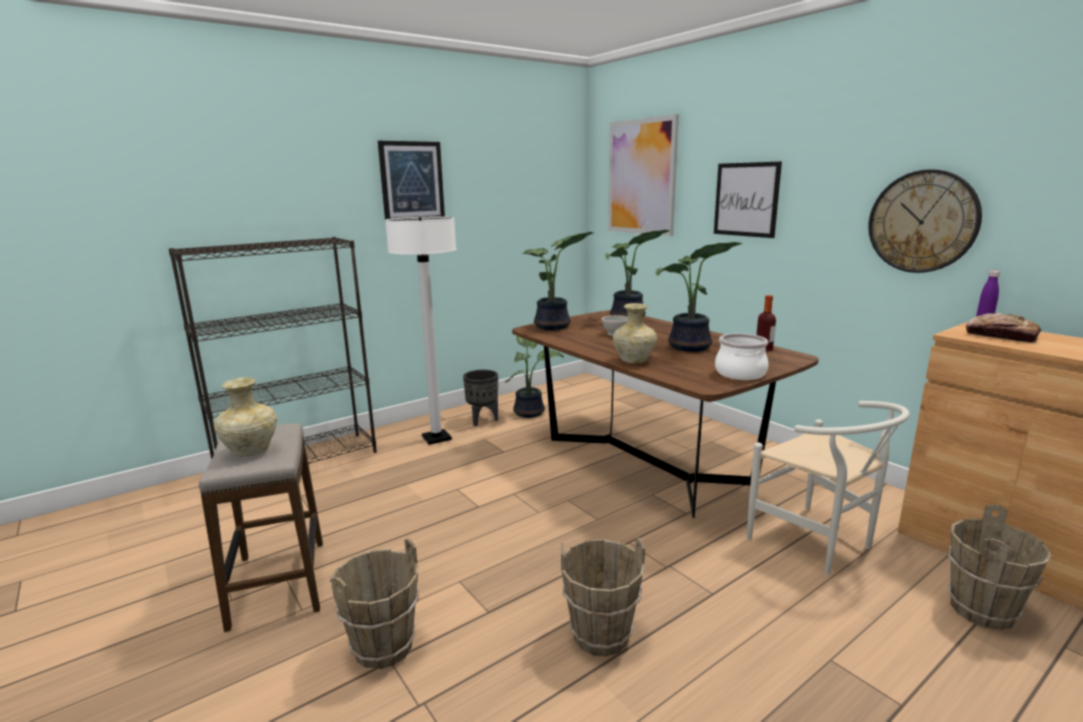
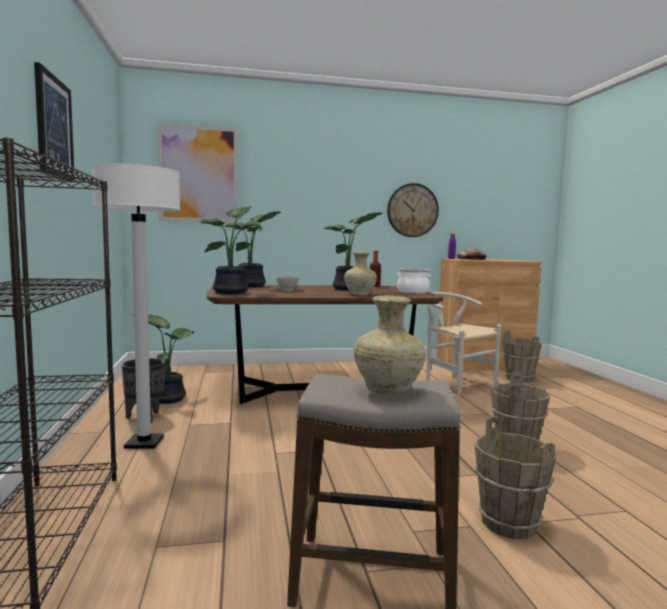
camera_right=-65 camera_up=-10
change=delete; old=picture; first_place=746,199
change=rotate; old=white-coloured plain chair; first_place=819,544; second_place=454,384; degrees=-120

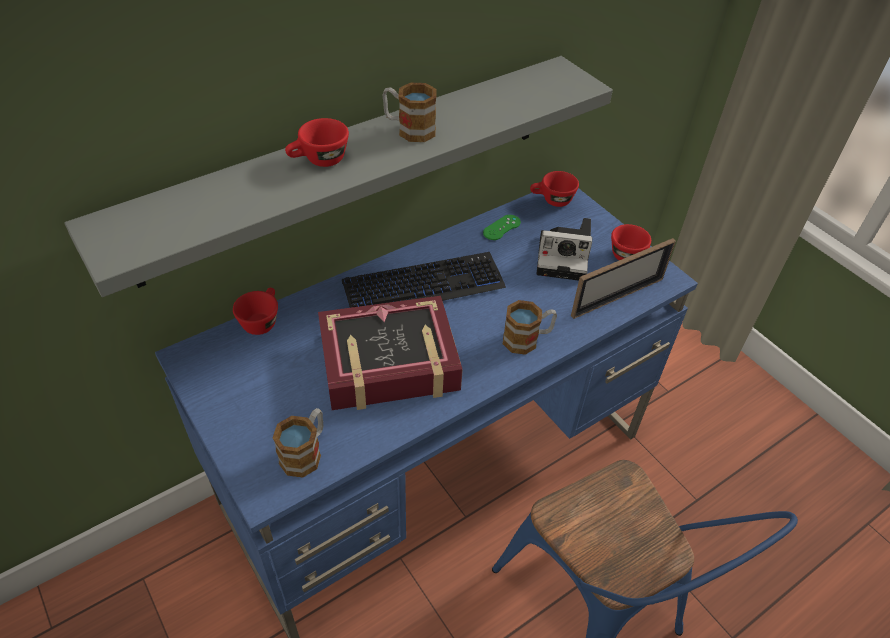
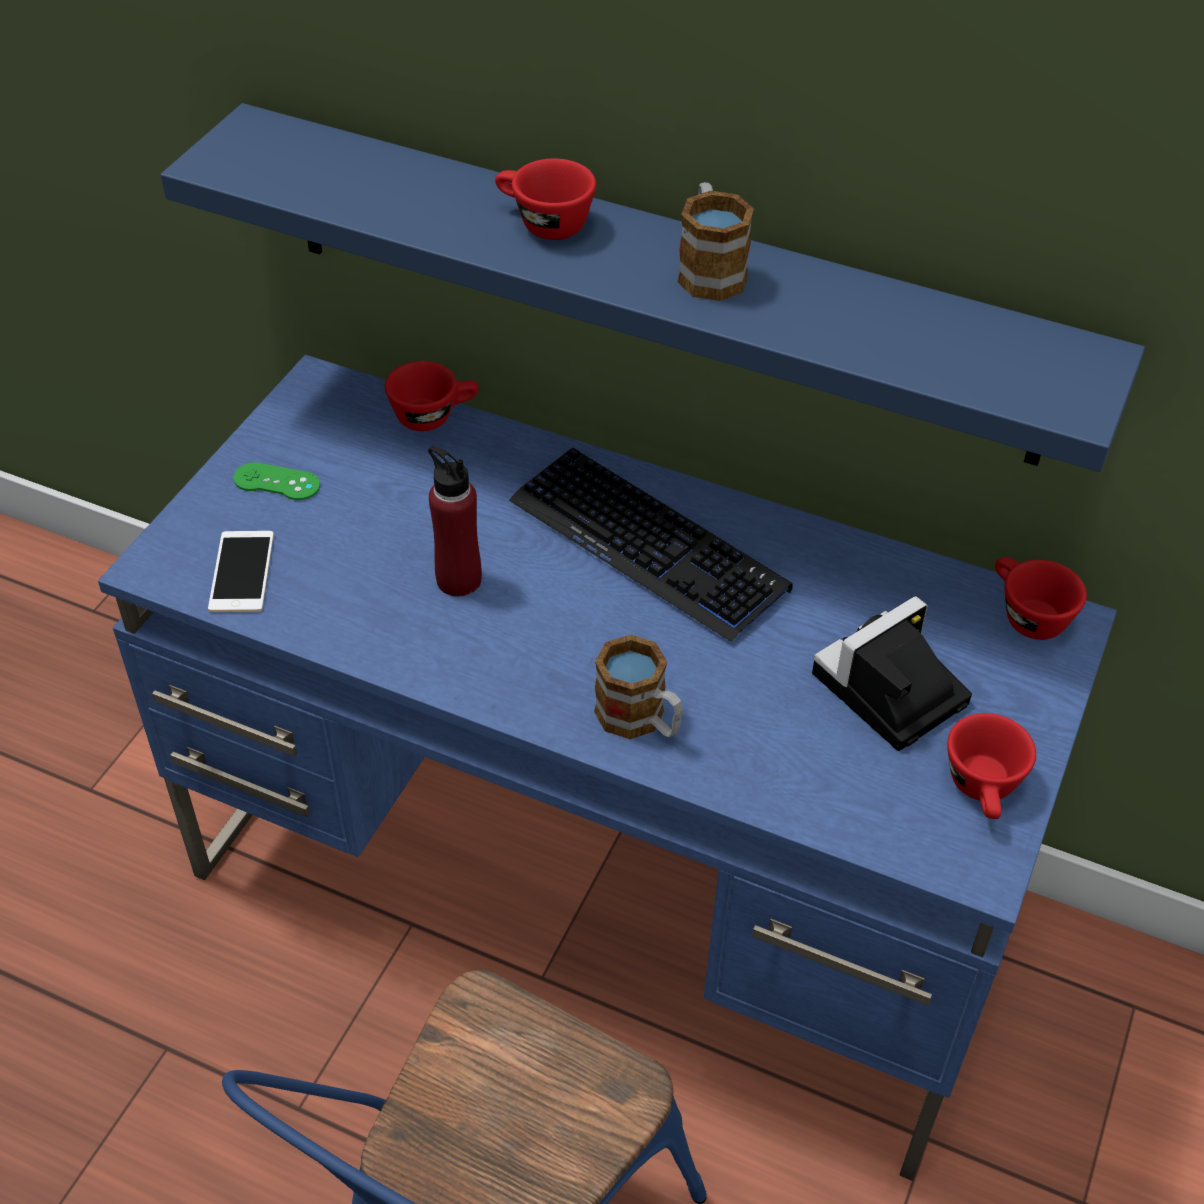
camera_right=60 camera_up=0
change=recolor; old=gray wall shelf; new=bluish wall shelf; first_place=352,166; second_place=654,283
change=move; old=green-coloured joypad; first_place=502,227; second_place=277,482
change=rotate; old=still camera; first_place=564,257; second_place=887,692; degrees=75
change=delete; old=photo frame; first_place=617,297
change=replace; old=bound book; new=reddish drink bottle; first_place=389,363; second_place=458,580
change=replace; old=tea mug; new=phone; first_place=305,452; second_place=242,572

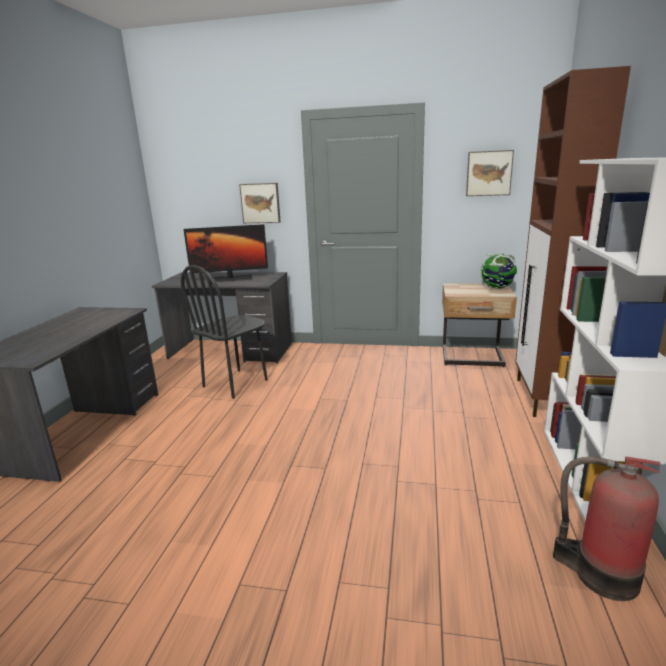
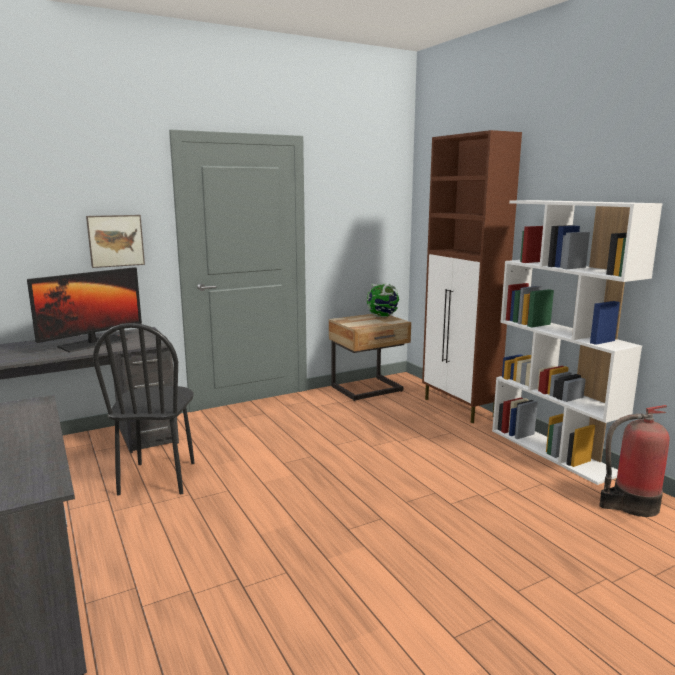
camera_right=-40 camera_up=-5
change=delete; old=picture; first_place=488,173

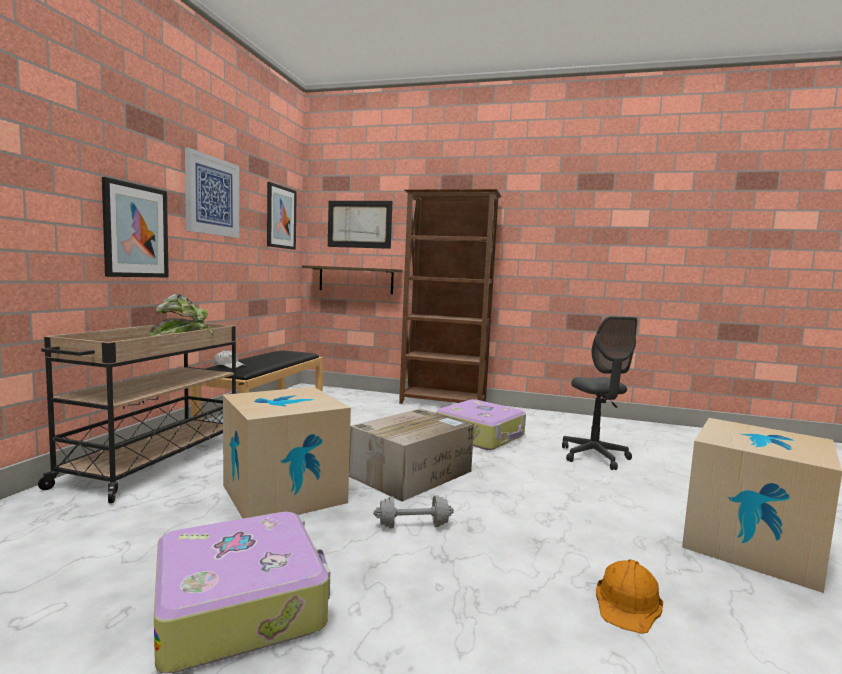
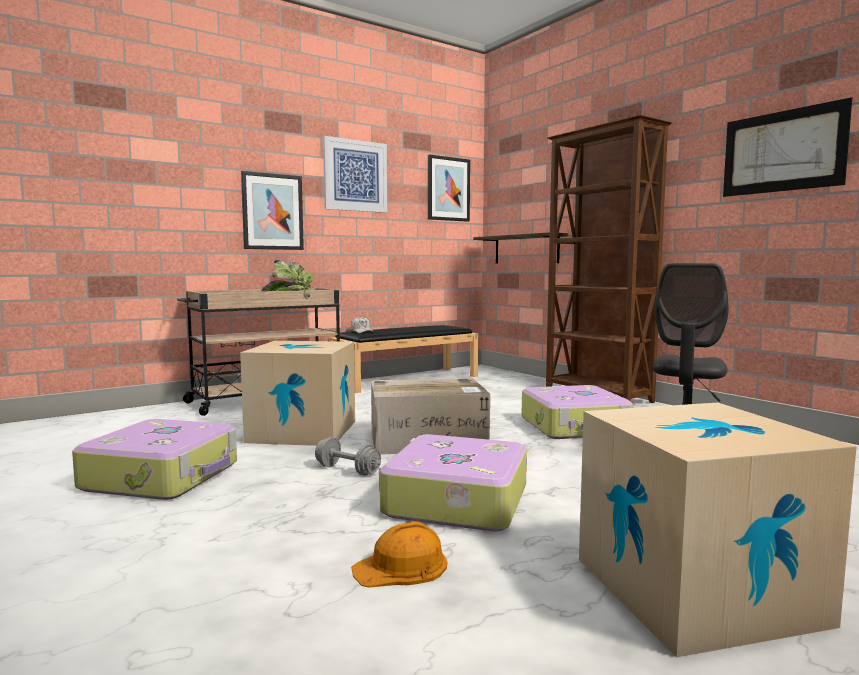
camera_right=40 camera_up=0
change=move; old=picture; first_place=359,224; second_place=782,151
change=insert; new=piece of luggage; second_place=454,501

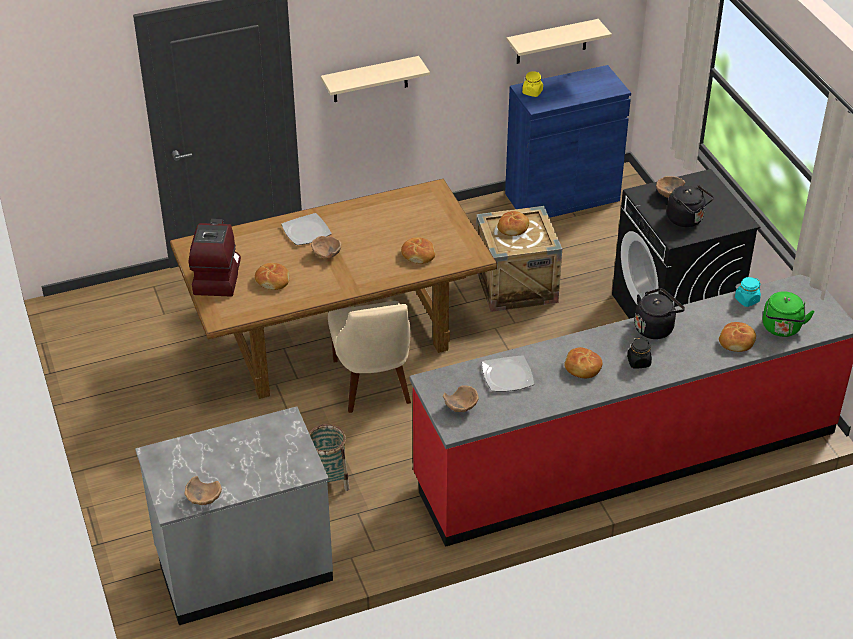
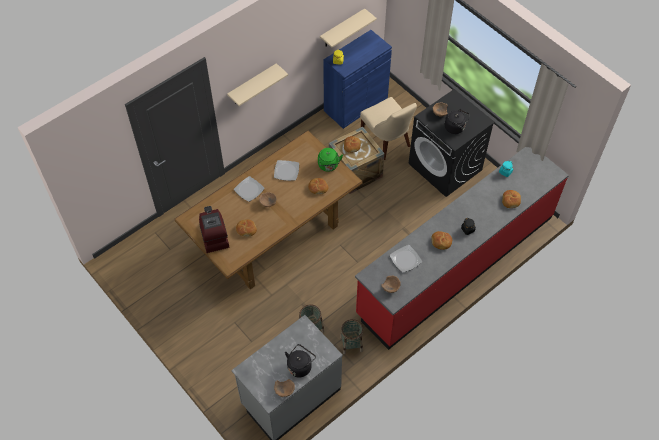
camera_right=-20 camera_up=15
change=move; old=black-coloured tea kettle; first_place=655,327; second_place=300,366
change=move; old=green-coloured tea kettle; first_place=781,329; second_place=328,166
change=move; old=beige-coloured plain chair; first_place=373,384; second_place=386,141
change=insert; new=dinner plate; second_place=286,171
change=insert; new=basket; second_place=351,344

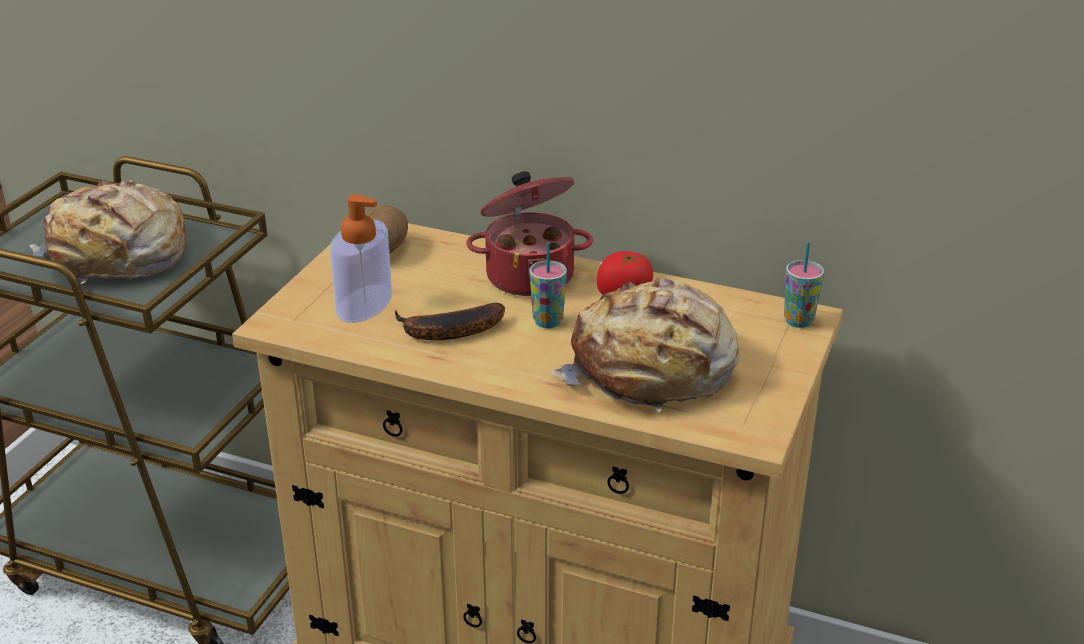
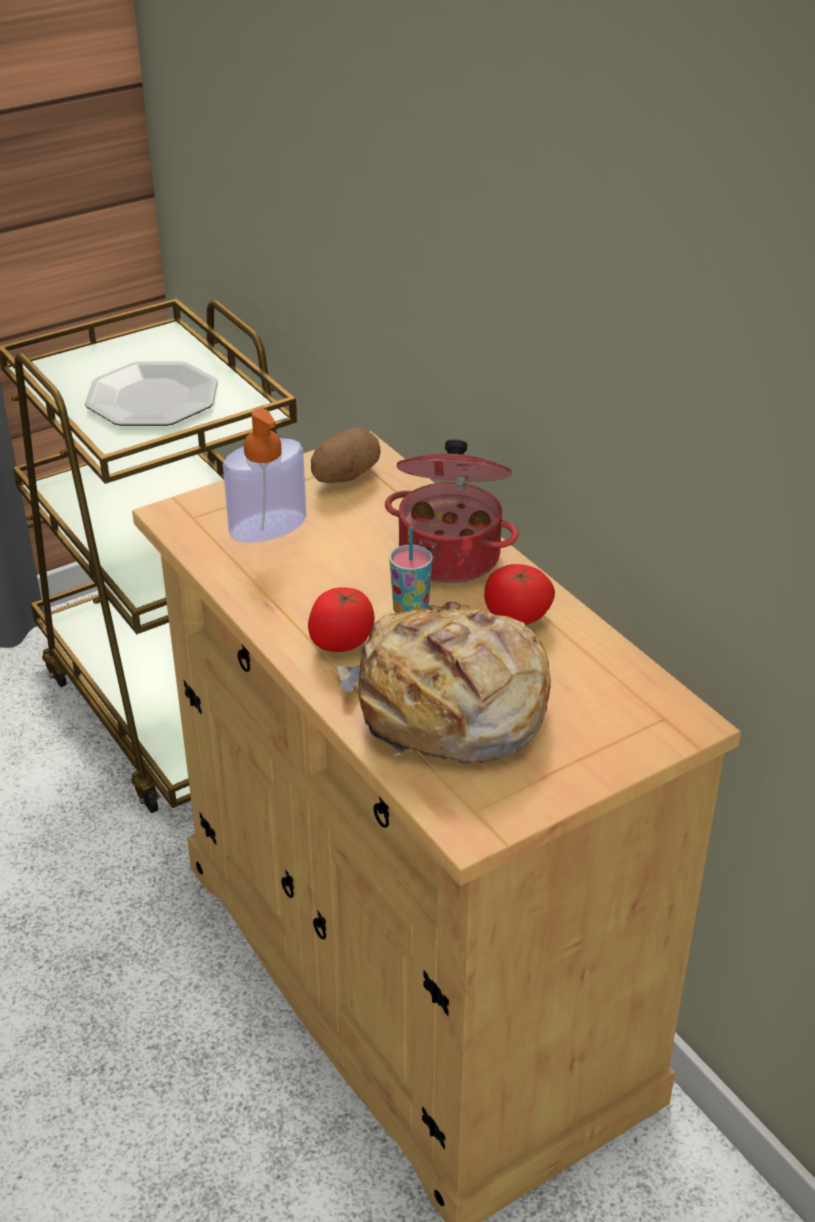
camera_right=35 camera_up=5
change=replace; old=bakery bread; new=dinner plate; first_place=118,256; second_place=152,398
change=delete; old=cup; first_place=798,321
change=delete; old=whole banana; first_place=446,332
change=insert; new=fresh tomato; second_place=341,641

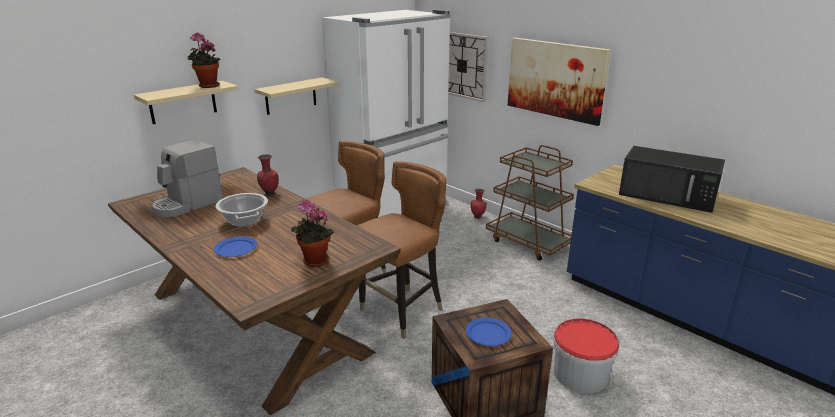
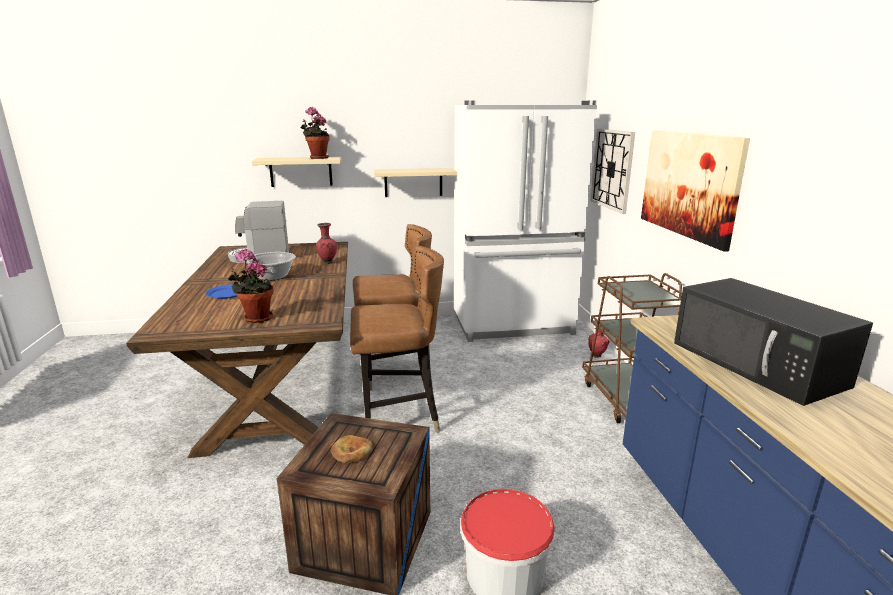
camera_right=35 camera_up=-5
change=replace; old=bluish dinner plate; new=bakery bread; first_place=488,334; second_place=351,452

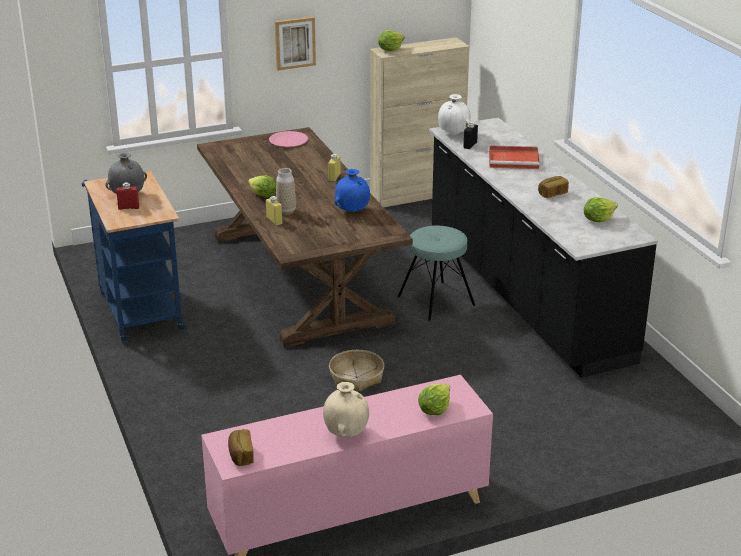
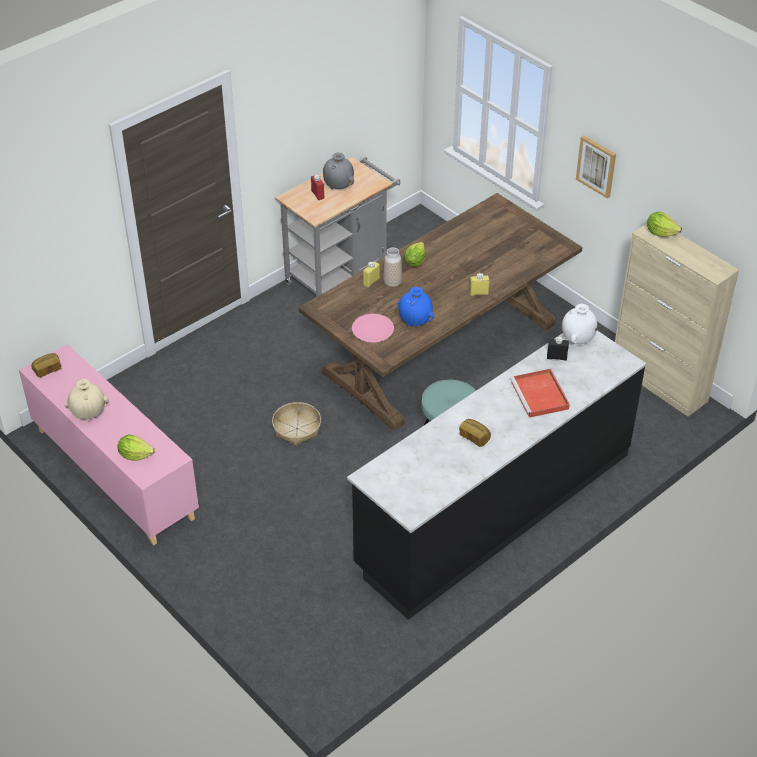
camera_right=70 camera_up=15
change=move; old=pink dinner plate; first_place=288,140; second_place=373,329
change=recolor; old=bluish cart; new=gray cart; first_place=139,307; second_place=341,273
change=delete; old=head of lettuce; first_place=598,219

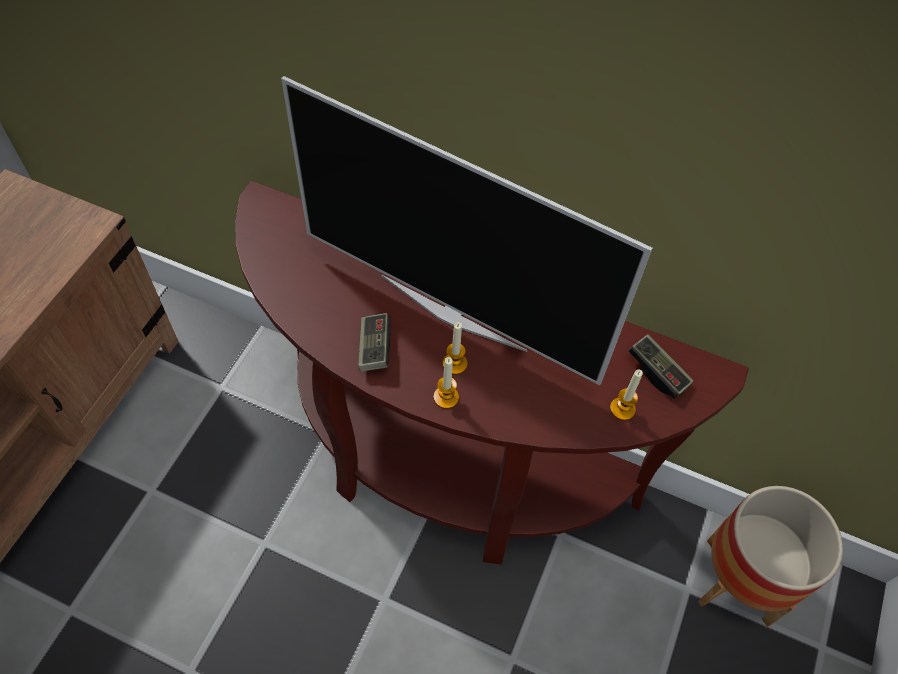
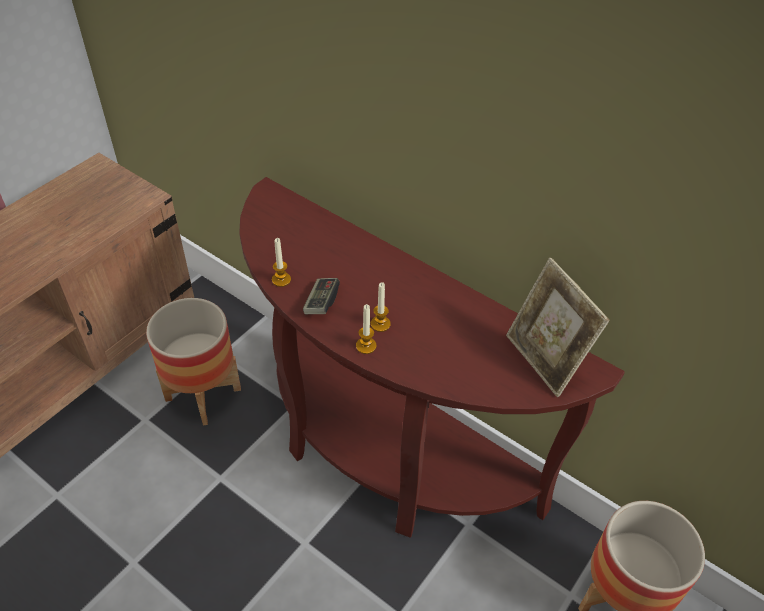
camera_right=15 camera_up=-10
change=delete; old=TV set; first_place=453,310
change=replace; old=joypad; new=photo frame; first_place=658,372; second_place=545,360
change=move; old=wax light; first_place=622,409; second_place=281,280
change=insert; new=plant pot; second_place=203,394

